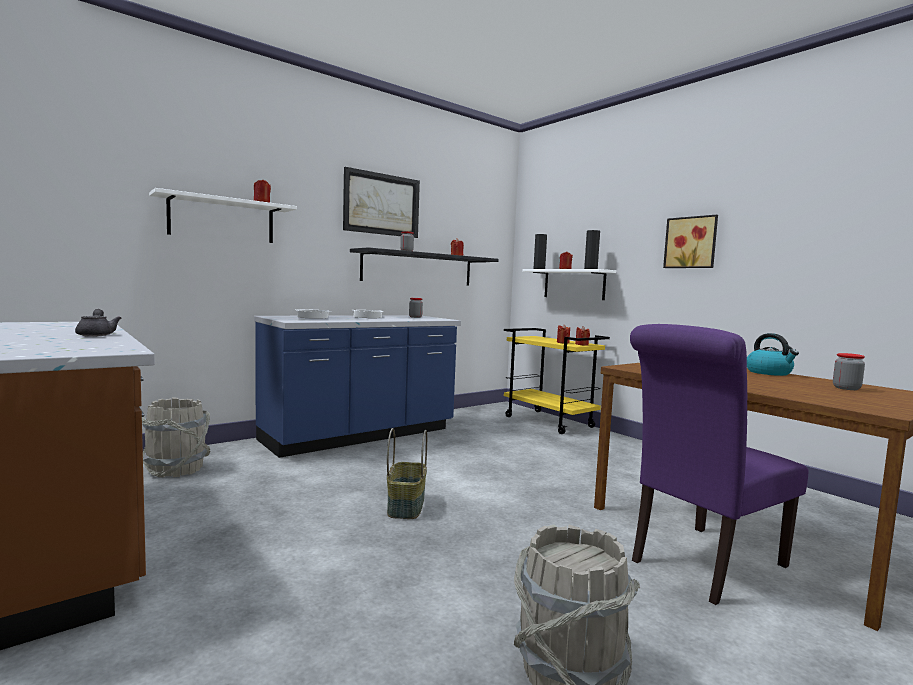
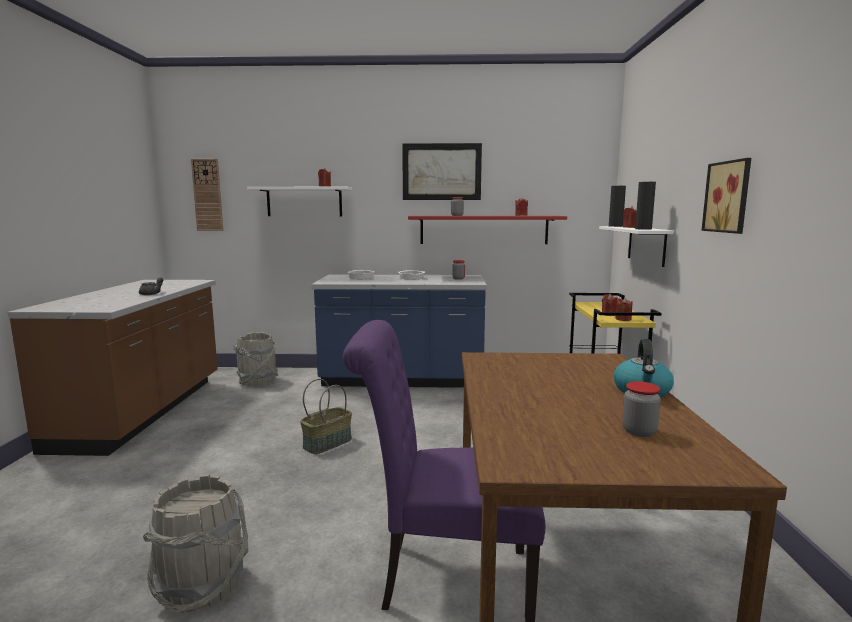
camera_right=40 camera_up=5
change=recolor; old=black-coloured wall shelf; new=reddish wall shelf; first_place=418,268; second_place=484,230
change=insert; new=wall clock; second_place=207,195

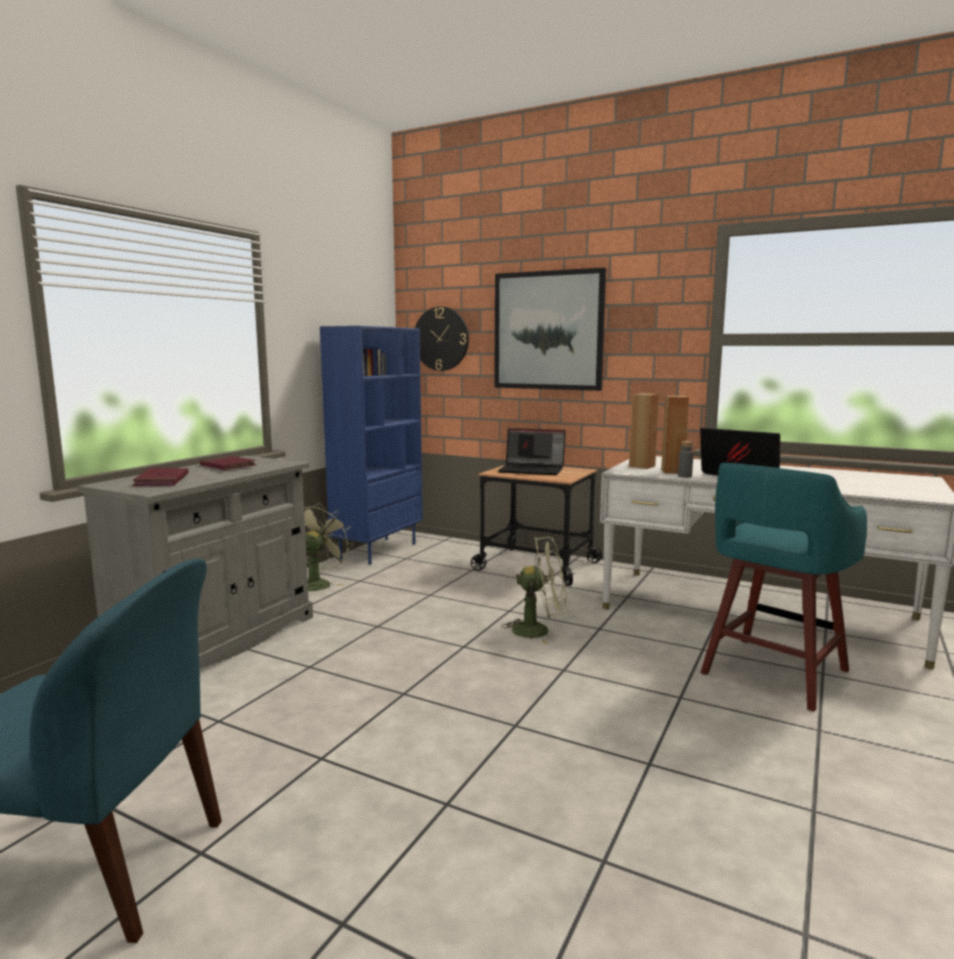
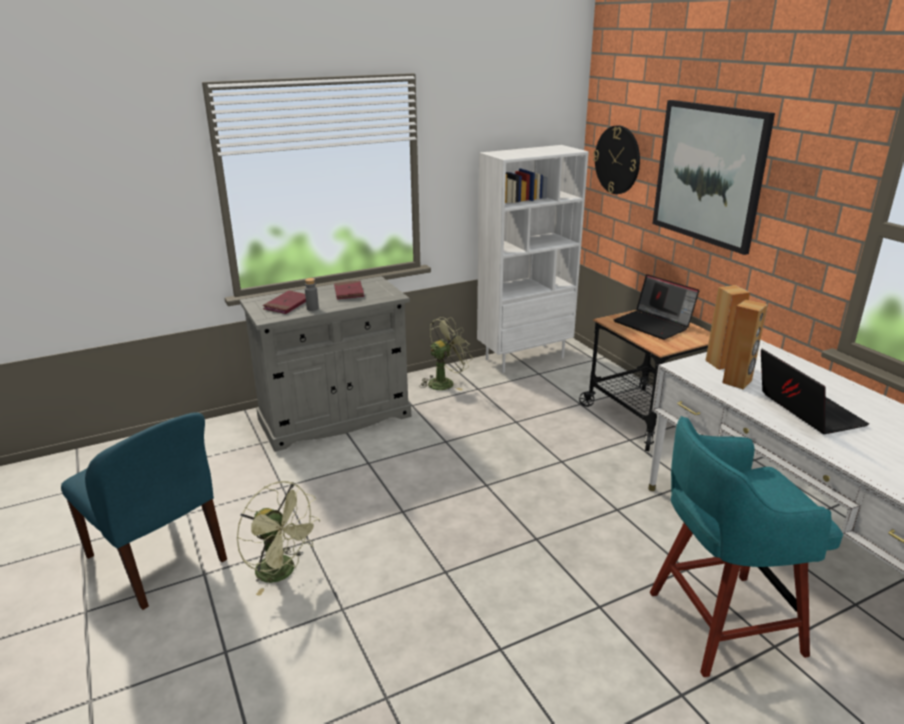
camera_right=35 camera_up=15
change=recolor; old=bluish shelving unit; new=white-coloured shelving unit; first_place=378,551; second_place=524,358
change=move; old=gray drink bottle; first_place=684,476; second_place=312,308
change=move; old=green-coloured cooling fan; first_place=539,630; second_place=282,572

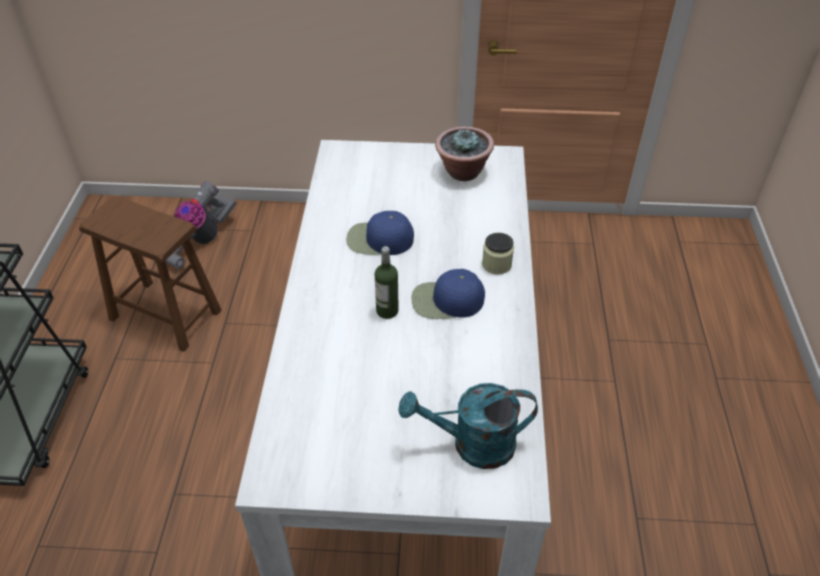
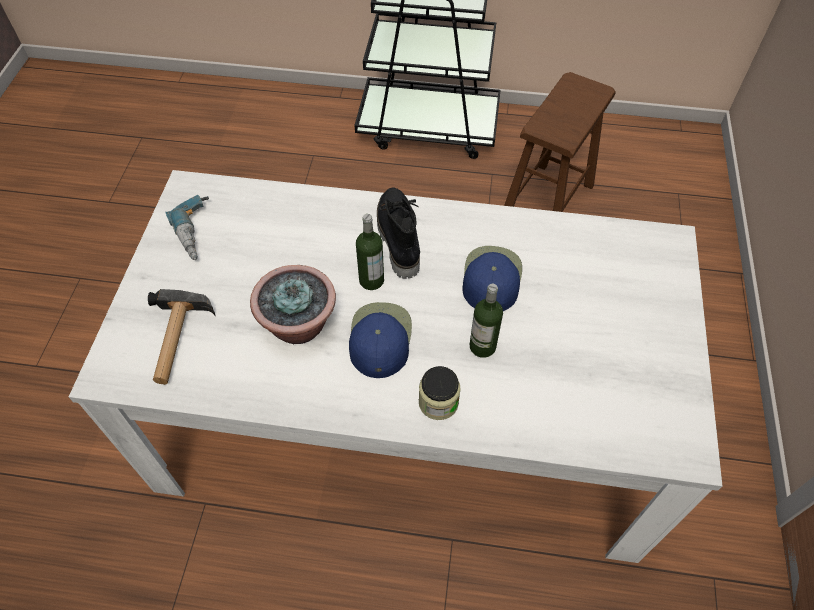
camera_right=95 camera_up=10
change=move; old=plant in a pot; first_place=462,172; second_place=299,325
change=delete; old=vacuum cleaner; first_place=199,242
change=replace; old=turquoise watering pot; new=hammer; first_place=472,445; second_place=176,340
change=insert; new=black-coloured high-top boot; second_place=397,238
change=insert; new=power drill; second_place=199,232
change=insert; new=drink bottle; second_place=482,346

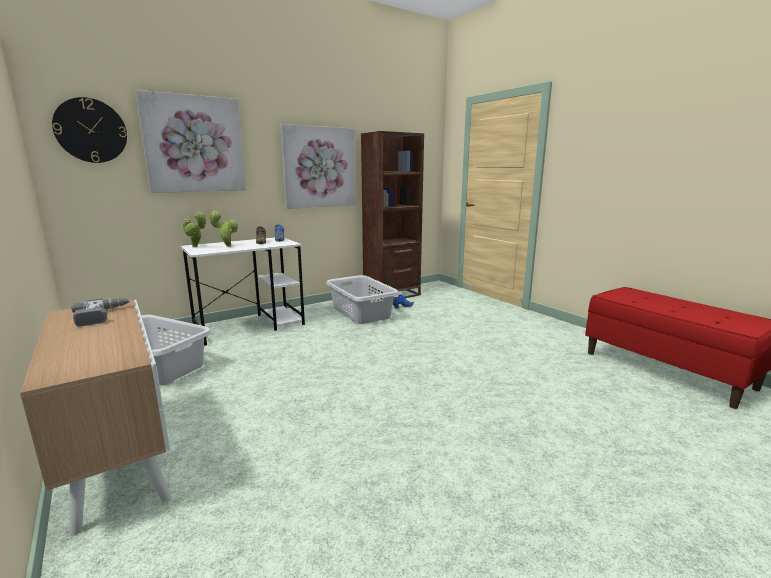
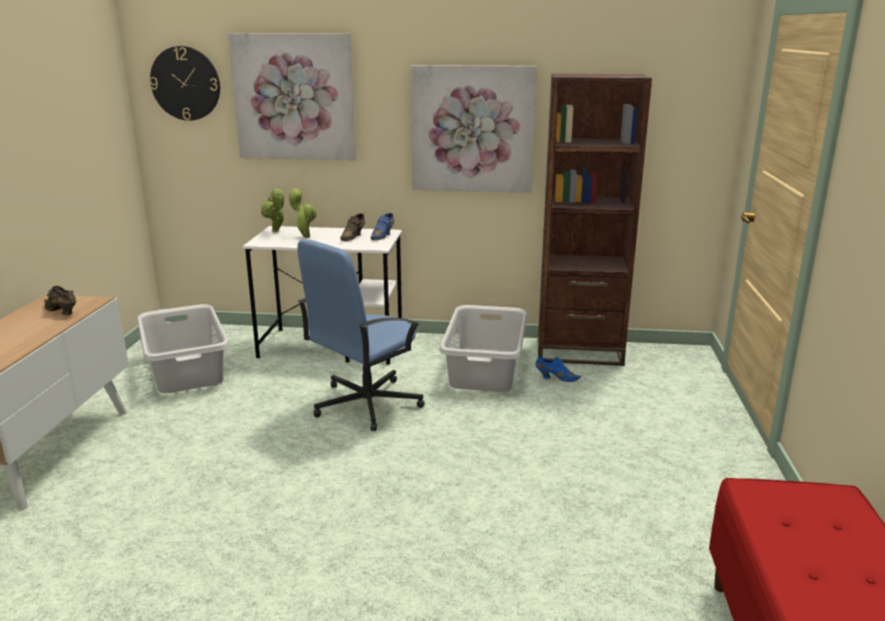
camera_right=40 camera_up=5
change=replace; old=power drill; new=brownish shoe; first_place=102,315; second_place=61,311
change=insert; new=bluish office chair; second_place=365,404

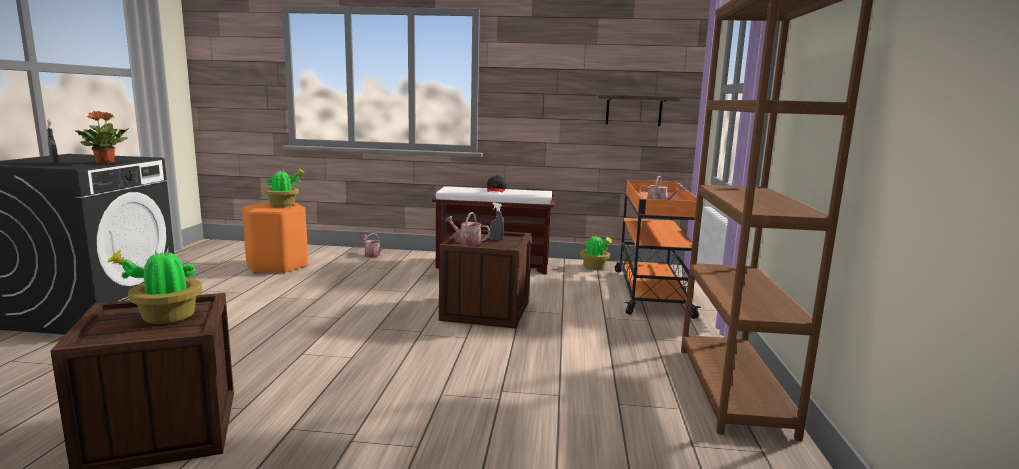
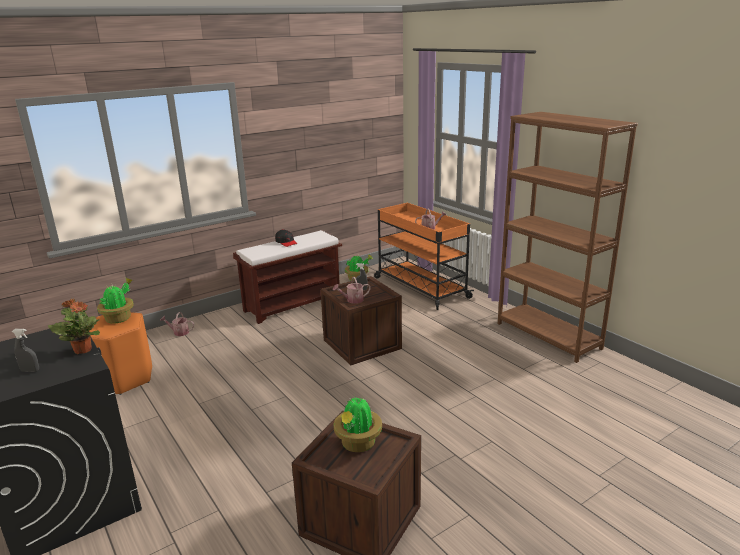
camera_right=-40 camera_up=10
change=delete; old=wall shelf; first_place=633,110

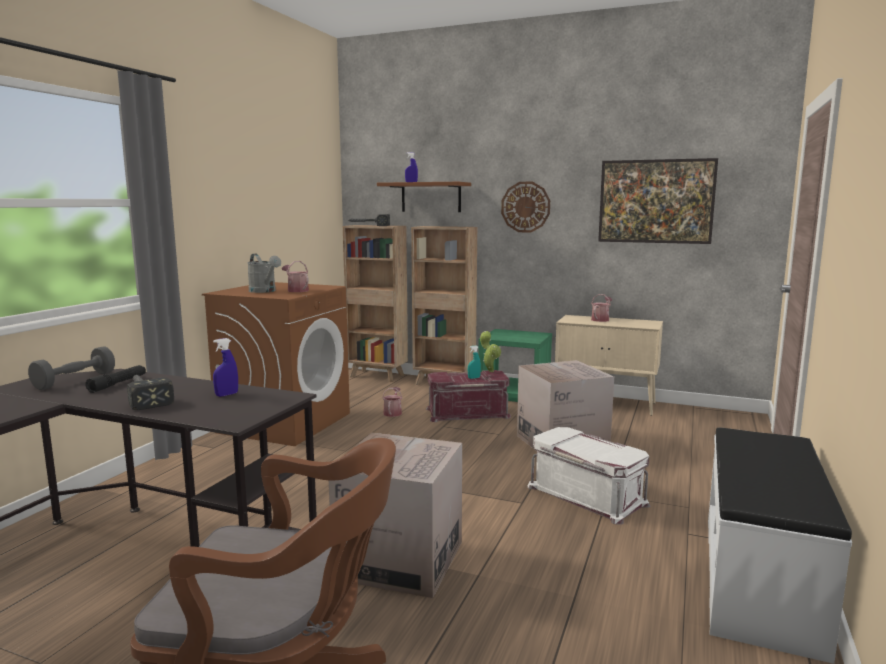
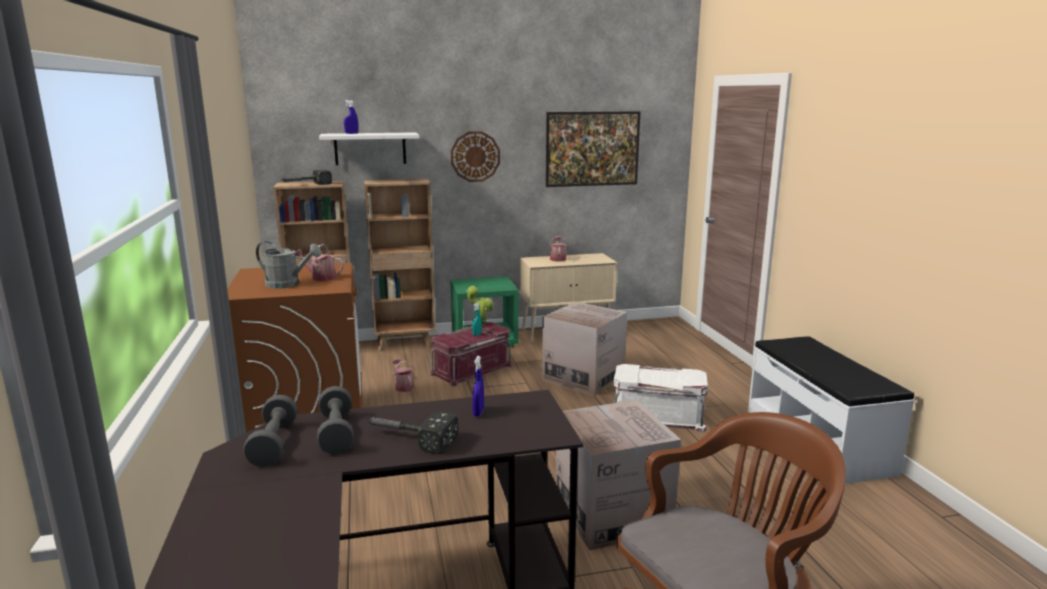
camera_right=-35 camera_up=5
change=recolor; old=brownish wall shelf; new=white-coloured wall shelf; first_place=431,197; second_place=370,148
change=replace; old=black-coloured hand torch; new=gray dumbbell; first_place=118,384; second_place=336,433

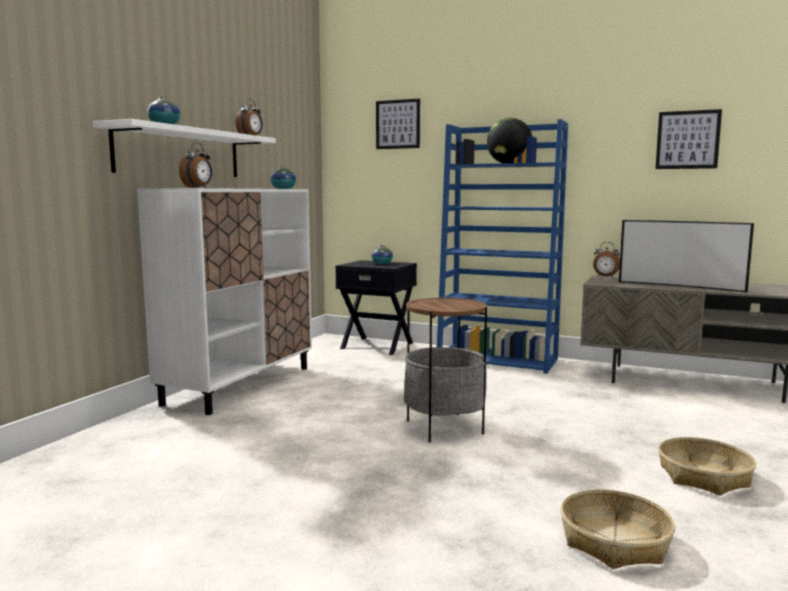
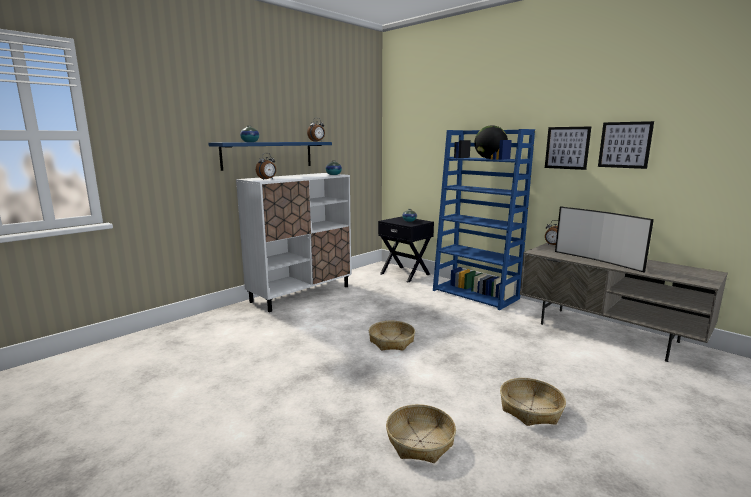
camera_right=20 camera_up=5
change=move; old=picture; first_place=398,124; second_place=567,148
change=recolor; old=white-coloured wall shelf; new=bluish wall shelf; first_place=180,153; second_place=268,155
change=replace; old=accent table; new=basket; first_place=444,427; second_place=391,341

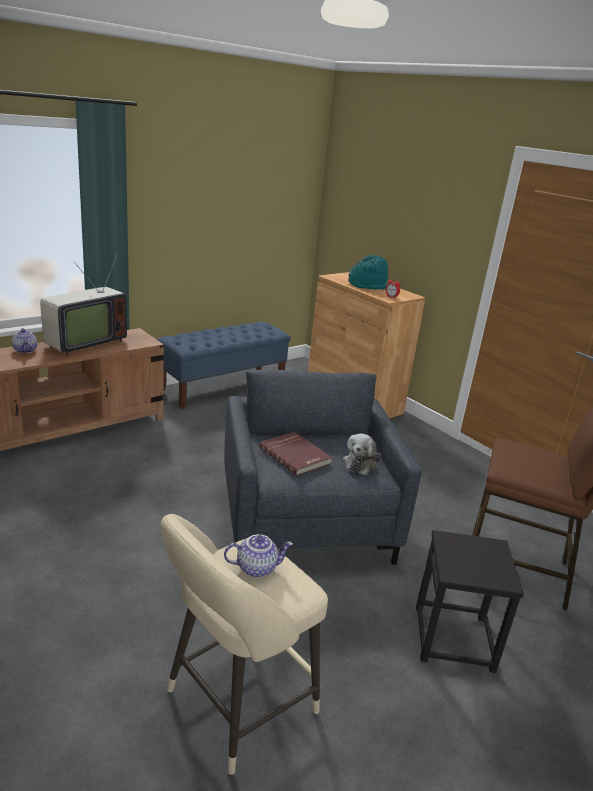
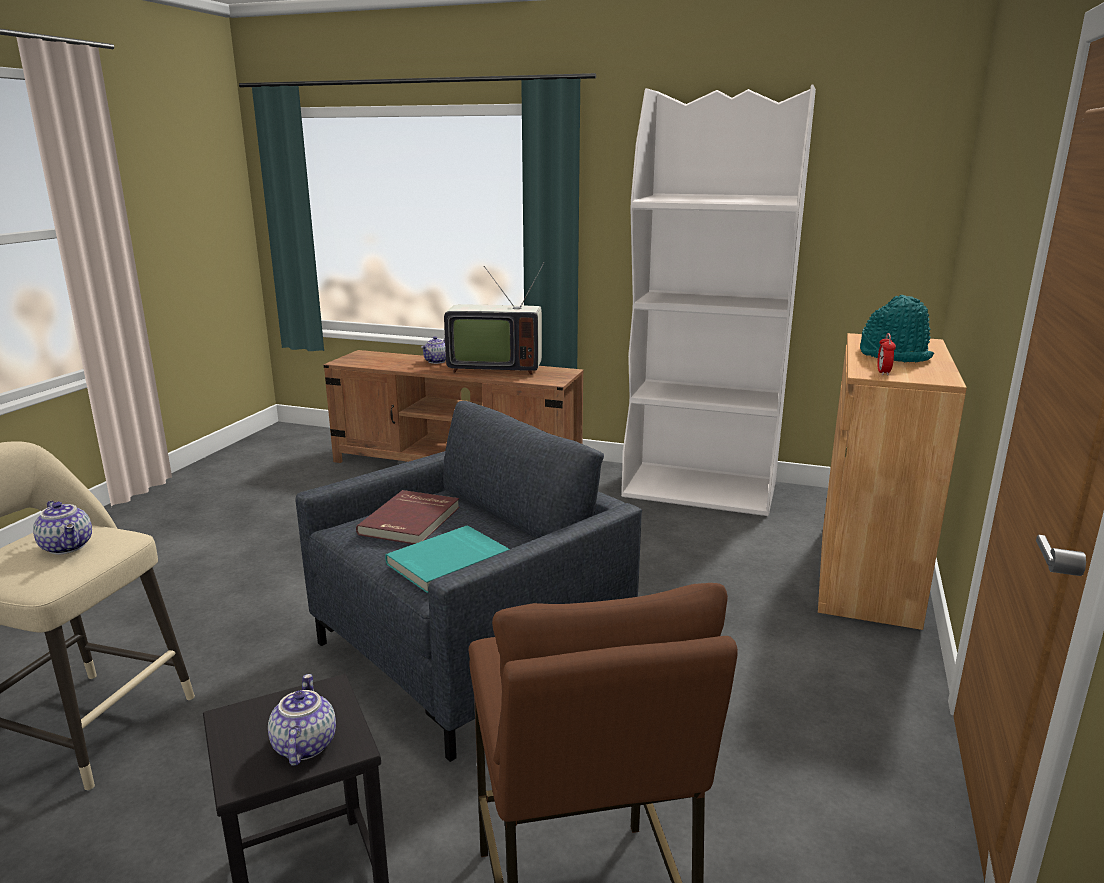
camera_right=60 camera_up=-5
change=replace; old=bluish indoor bench; new=white-coloured shelving unit; first_place=223,387; second_place=701,490
change=replace; old=cuddly toy; new=turquoise bound book; first_place=360,463; second_place=449,562
change=insert; new=pot for tea; second_place=303,745

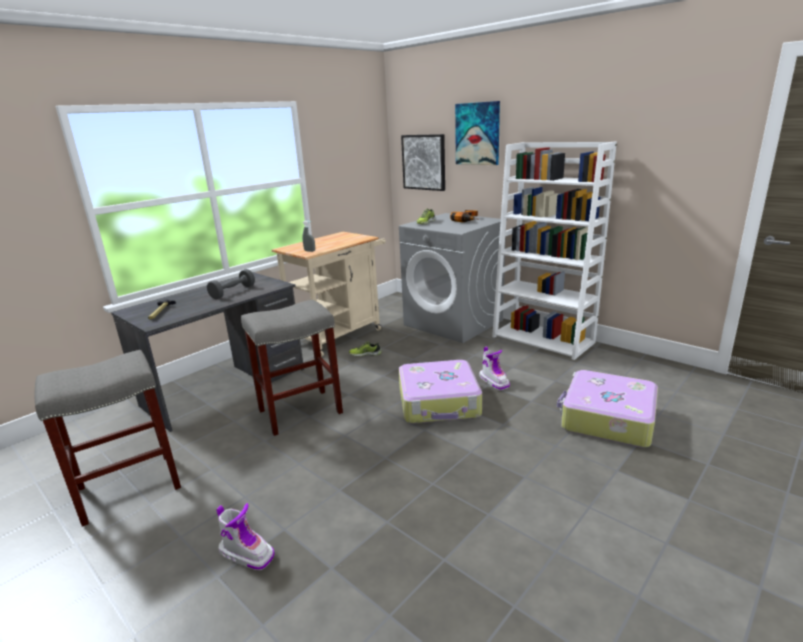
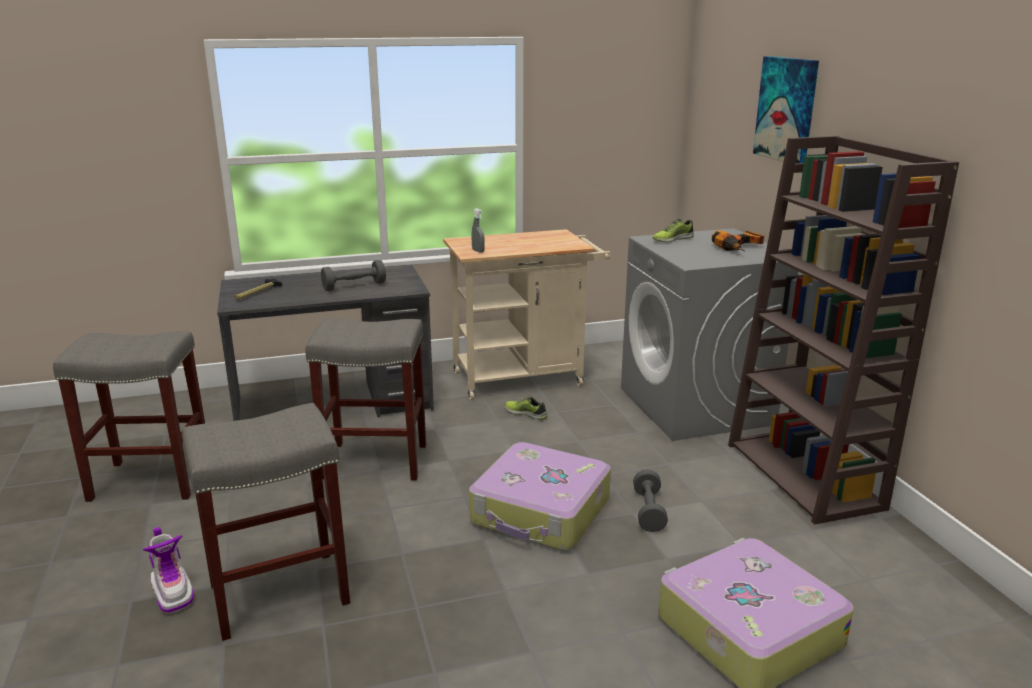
camera_right=30 camera_up=0
change=delete; old=picture; first_place=424,162
change=recolor; old=white-coloured shelving unit; new=brownish shelving unit; first_place=544,339; second_place=805,476
change=replace; old=high-top boot; new=gray dumbbell; first_place=494,381; second_place=648,511
change=insert; new=gray stool; second_place=277,594

